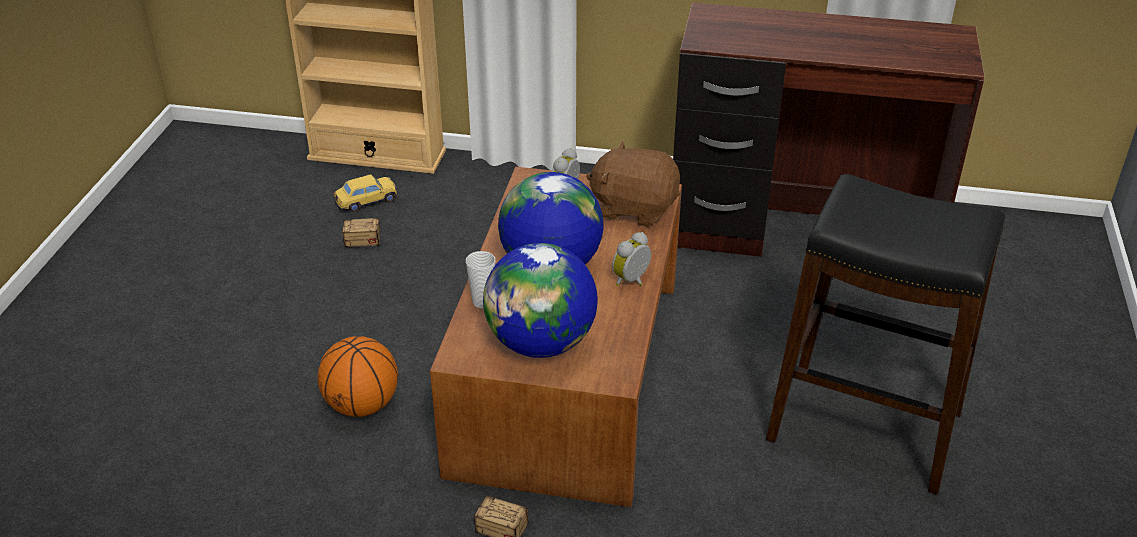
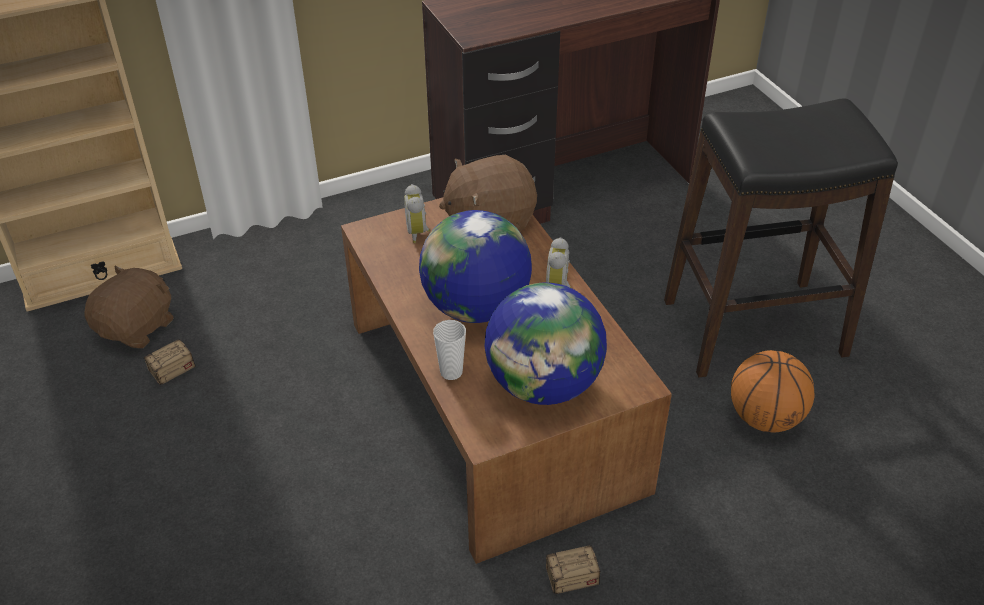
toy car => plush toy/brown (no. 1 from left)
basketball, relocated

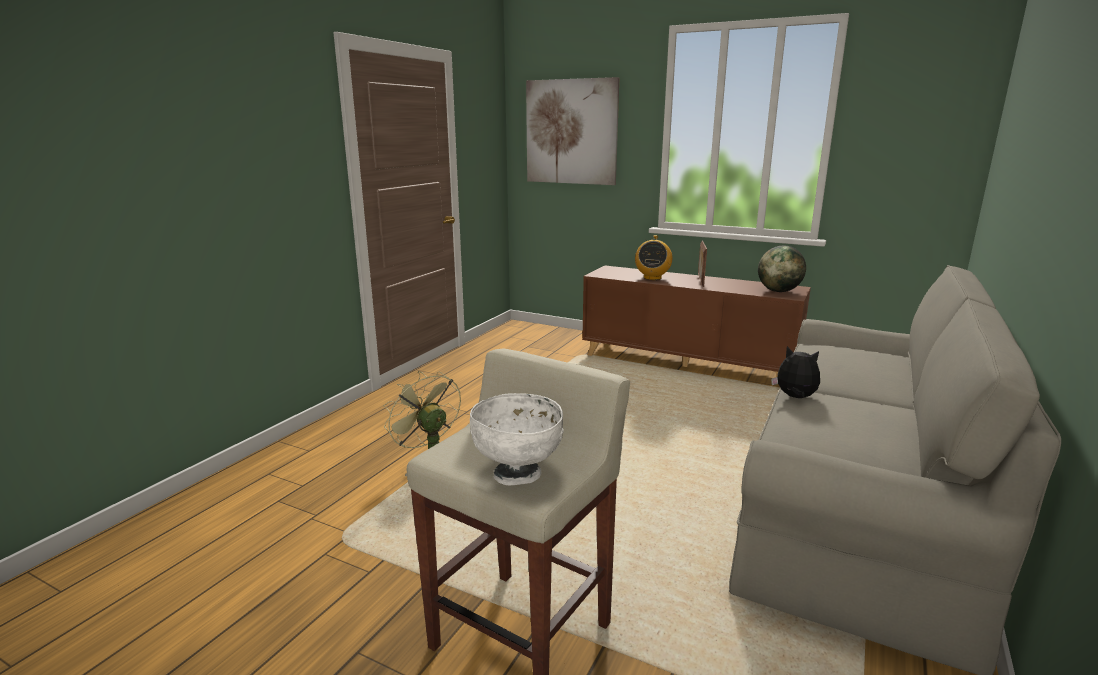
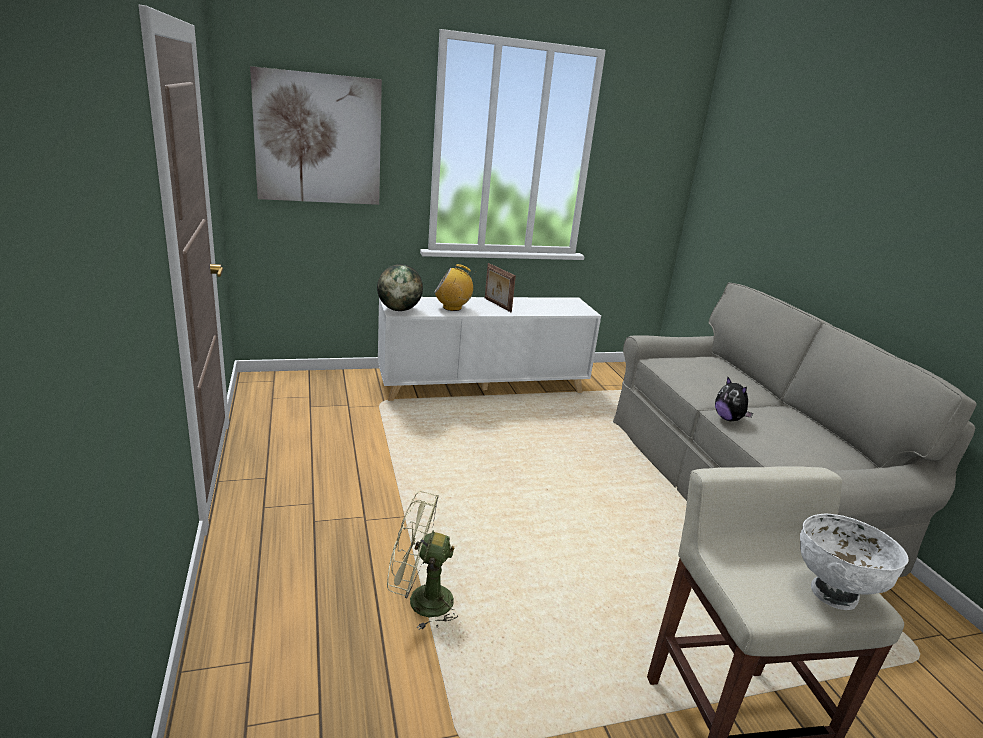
globe, relocated
cabinet/brown => cabinet/white
radio, 120 degrees clockwise
plush toy, 105 degrees counterclockwise

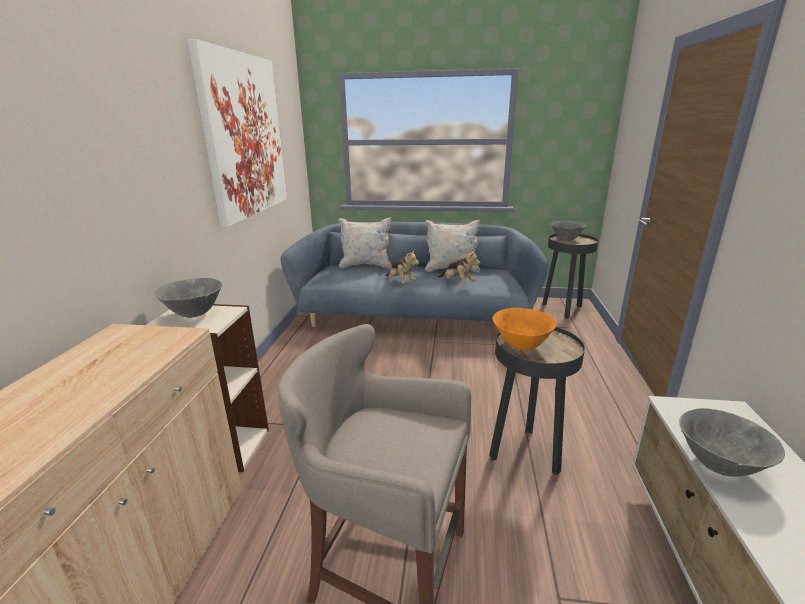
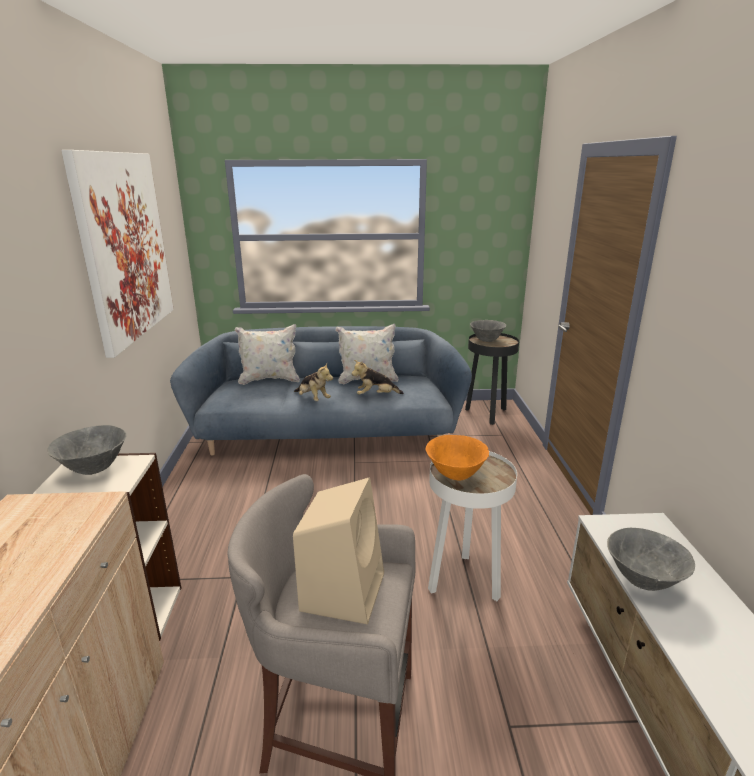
nothing => speaker/beige
plush toy (no. 2 from left), 135 degrees clockwise
side table/black (no. 1 from left) => side table/white

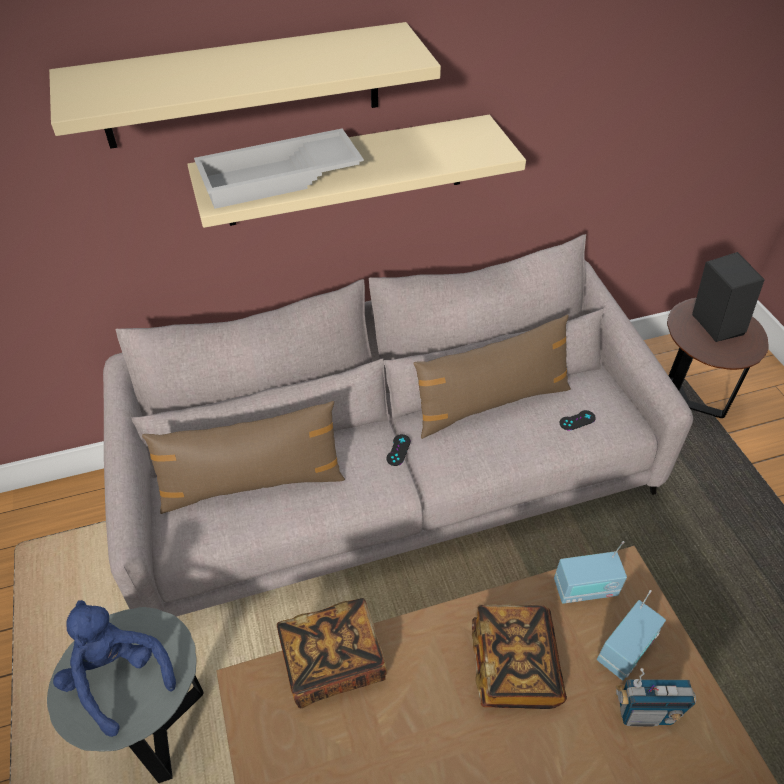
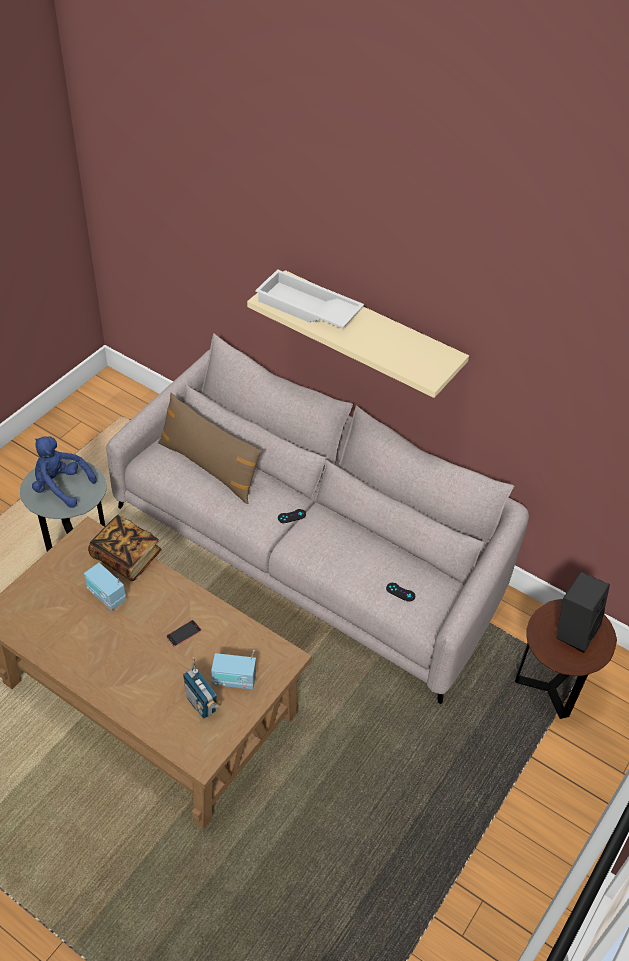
plush toy/blue, 75 degrees counterclockwise
radio (no. 1 from left), relocated
book (no. 2 from left) => phone
shelf/beige (no. 1 from left) => nothing
pillow/brown (no. 2 from left) => nothing

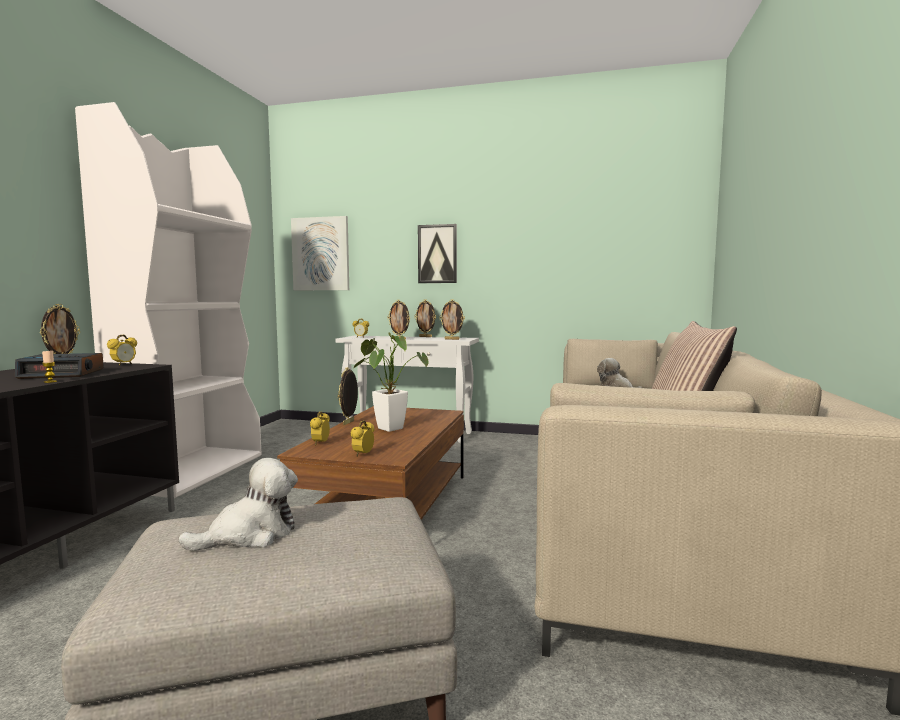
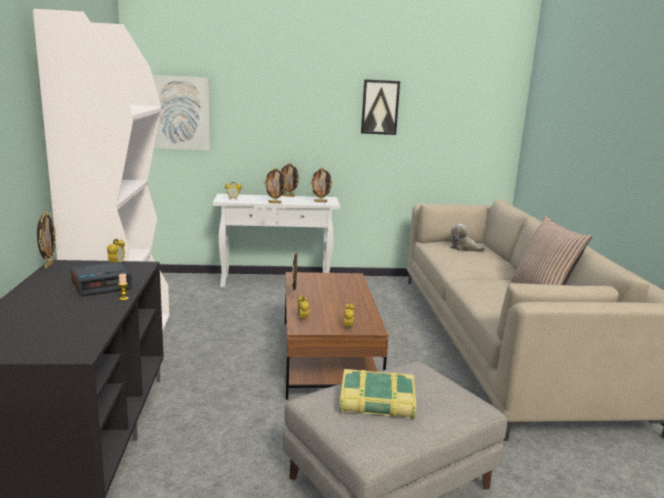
plush toy (no. 1 from left) => book
picture (no. 2 from left), relocated
potted plant => nothing

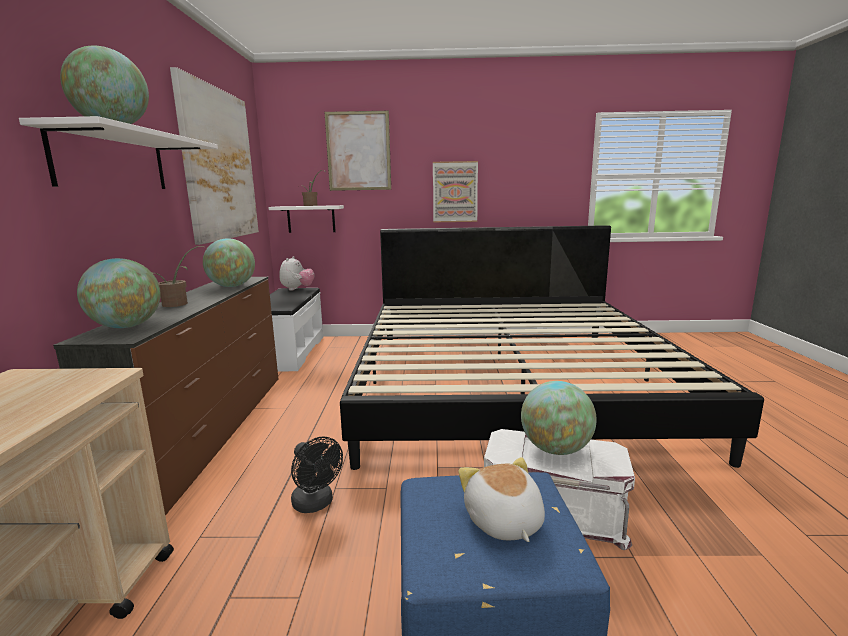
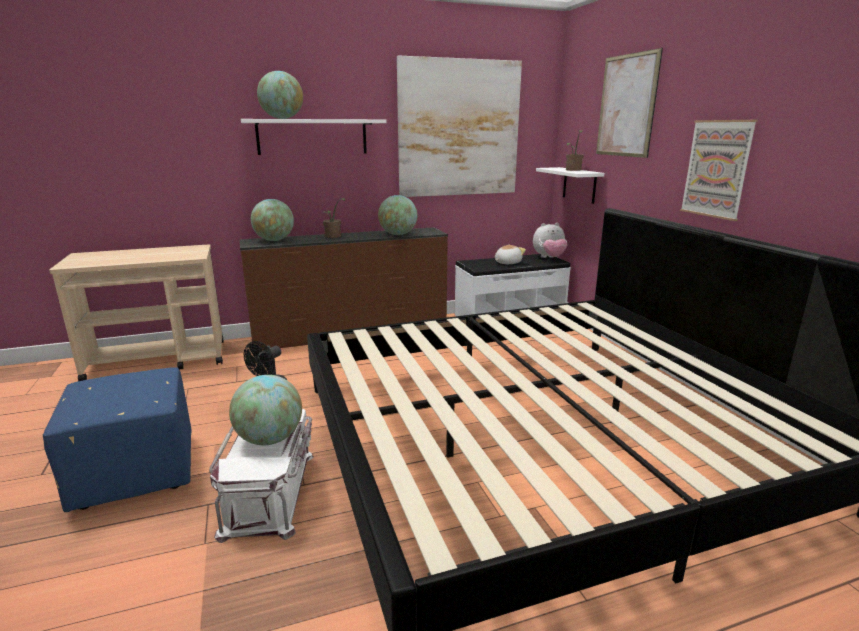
plush toy (no. 2 from left in the first image) => plush toy (no. 1 from left), relocated

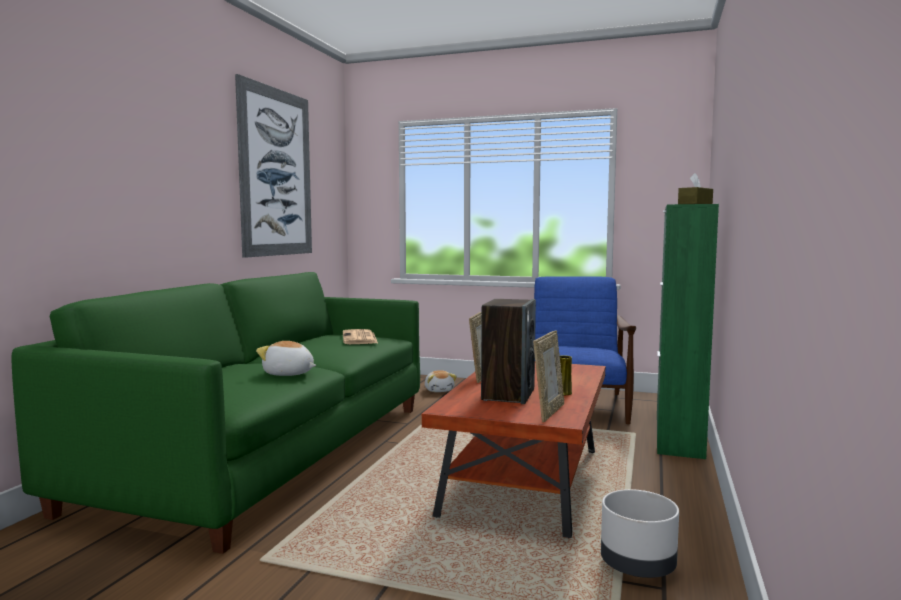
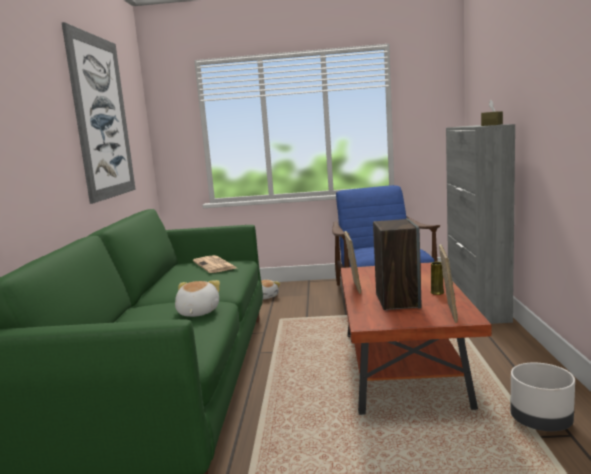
plush toy (no. 1 from left), 90 degrees clockwise
cabinet/green => cabinet/grey

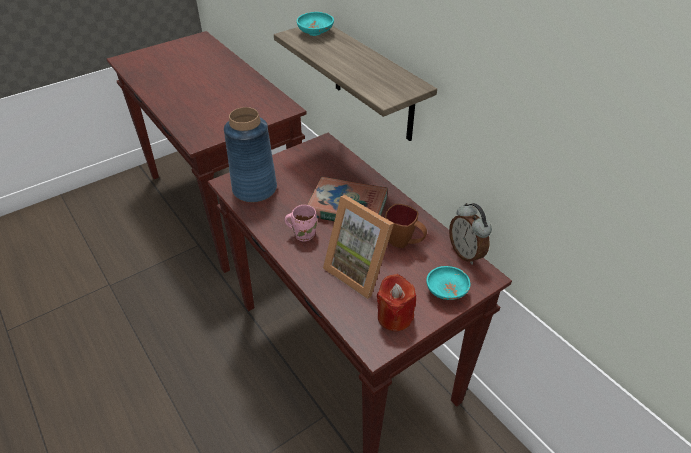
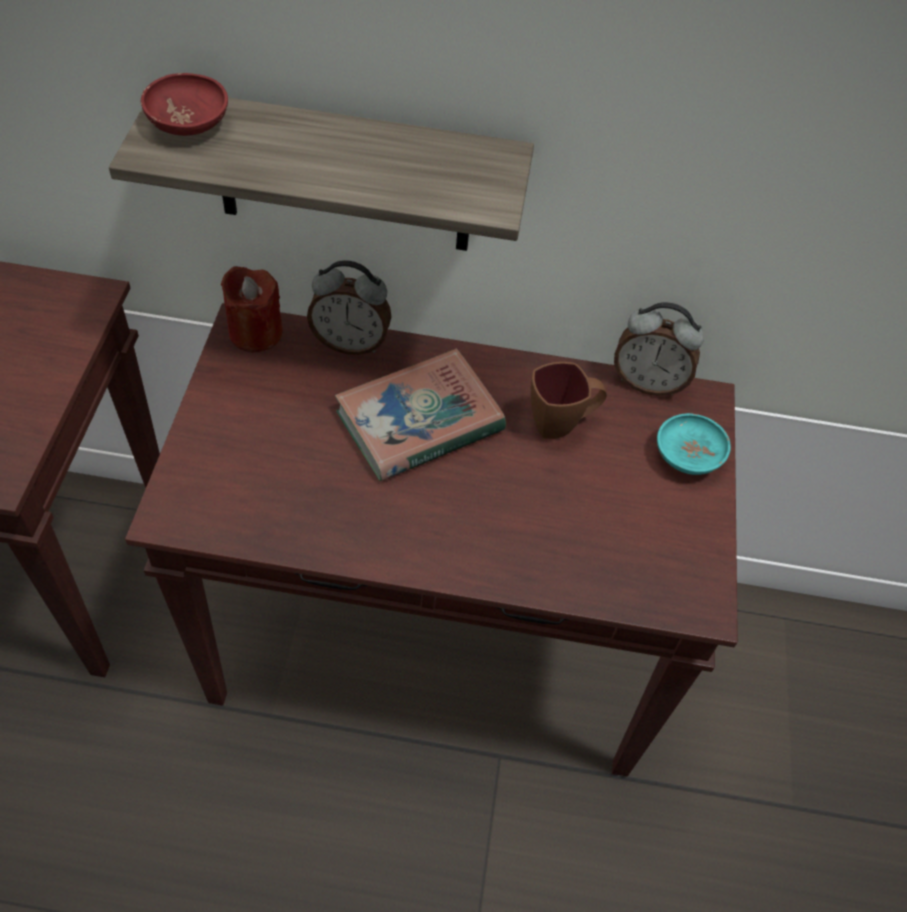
bowl/turquoise (no. 1 from left) => bowl/red
candle/red, relocated
nothing => alarm clock (no. 1 from left)
vase/blue => nothing
mug/pink => nothing
picture frame => nothing

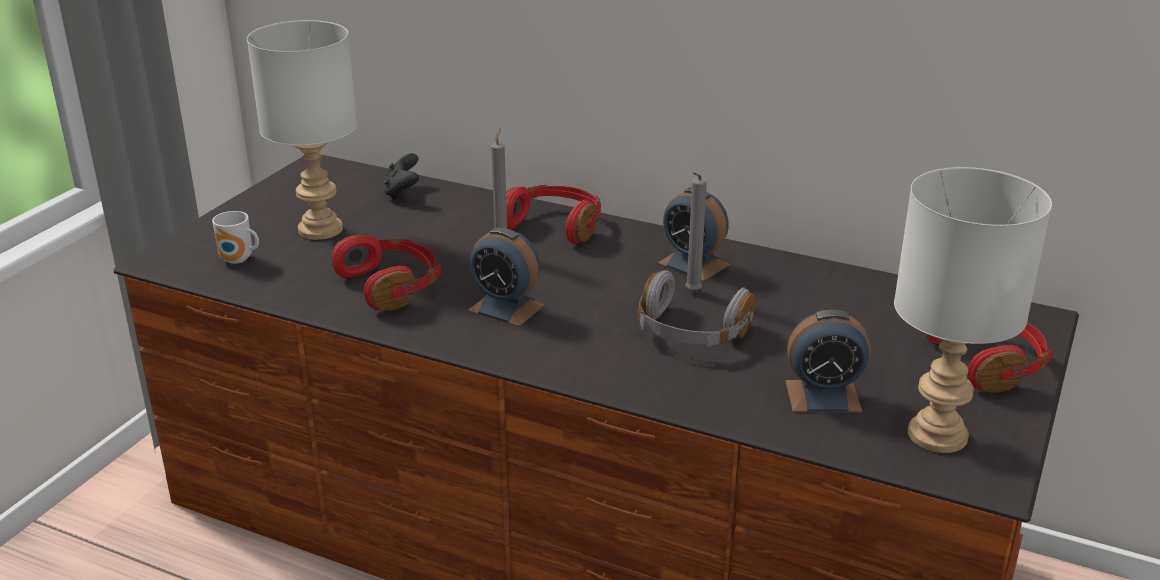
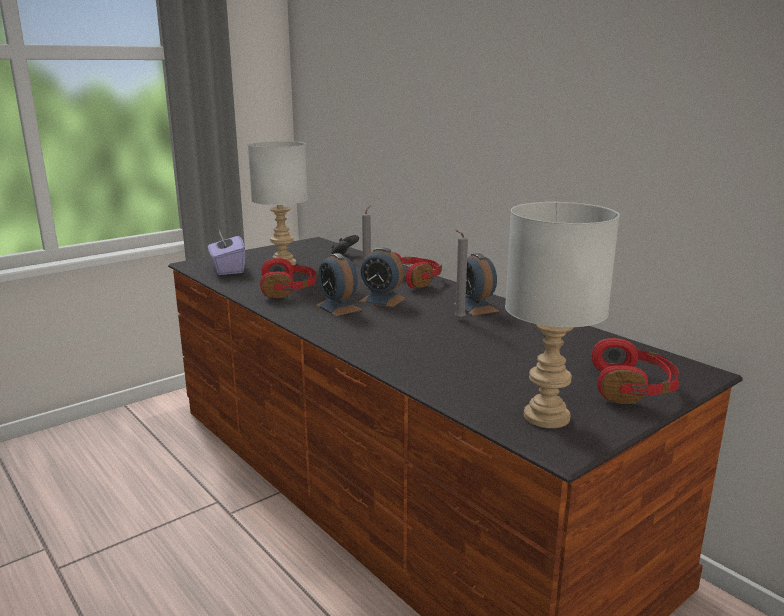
mug => tissue box/purple
alarm clock (no. 3 from left in the first image) => alarm clock (no. 2 from left), relocated
headphones/grey => nothing

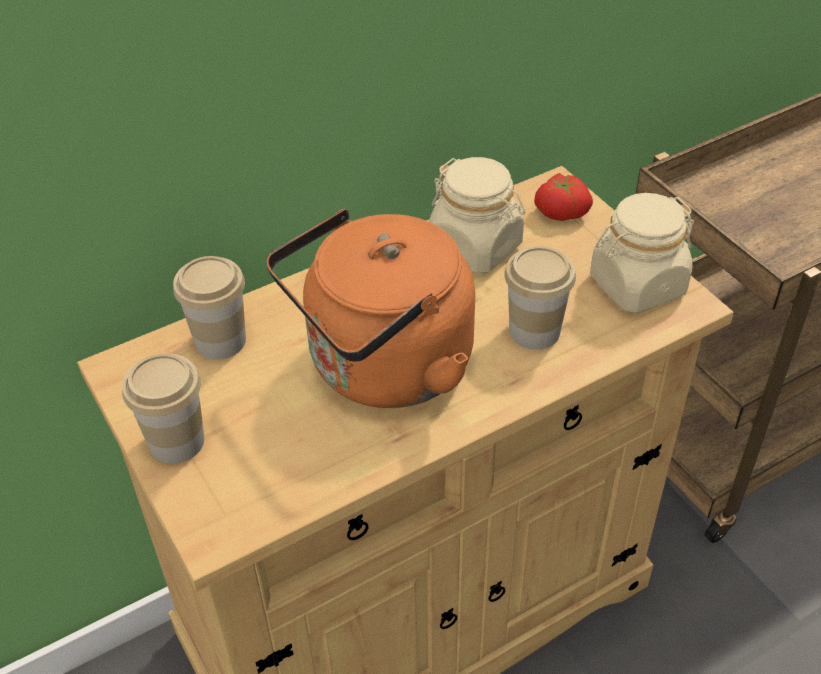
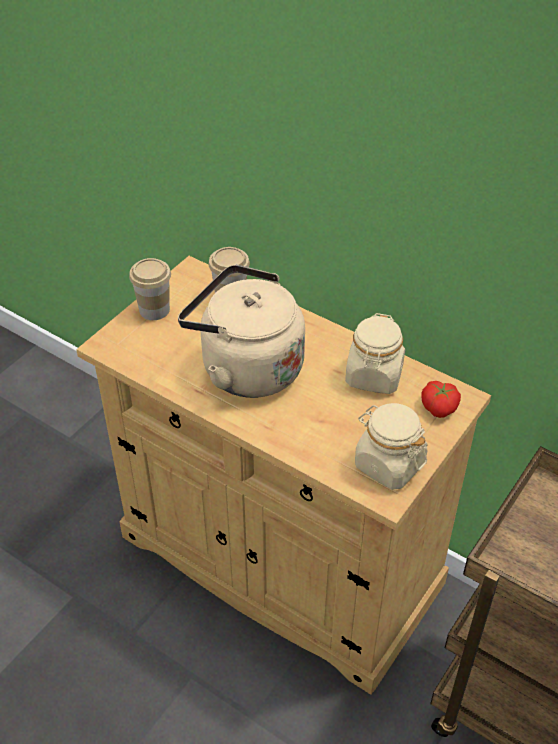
kettle/orange => kettle/beige
cup (no. 3 from left) => nothing

